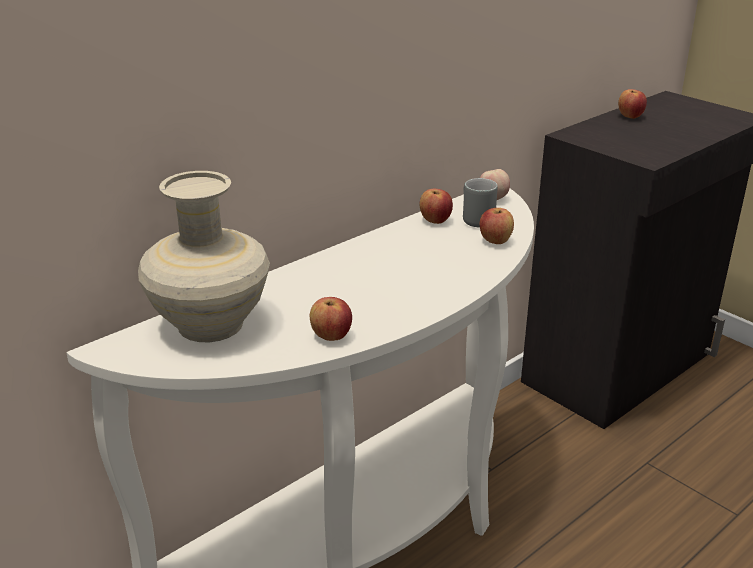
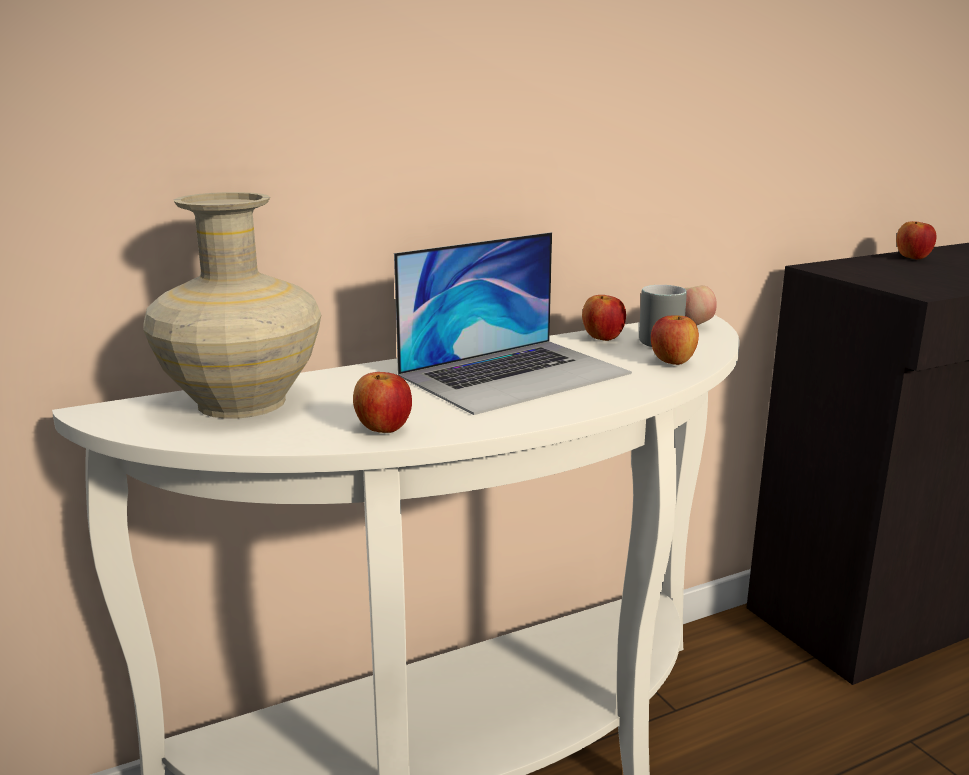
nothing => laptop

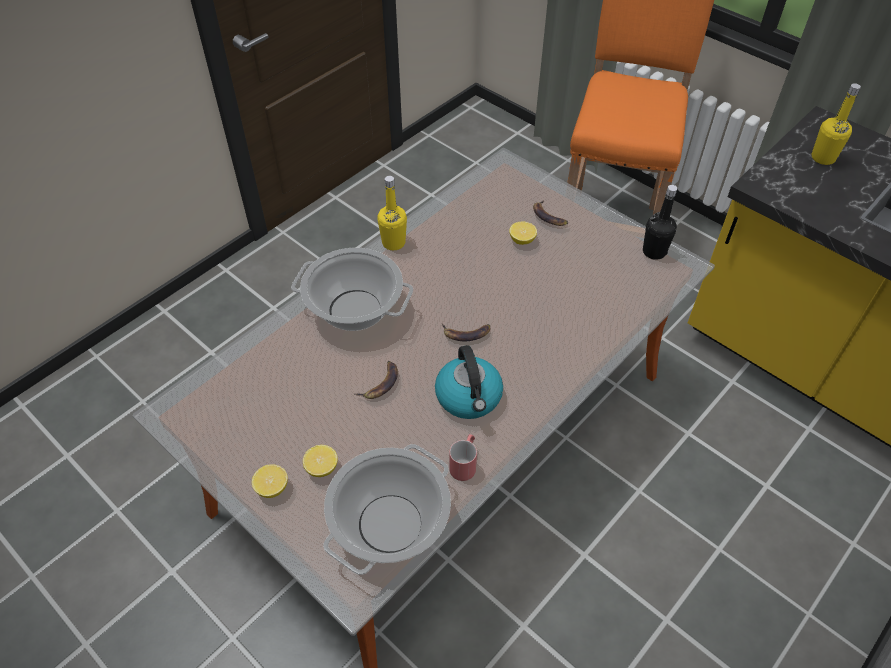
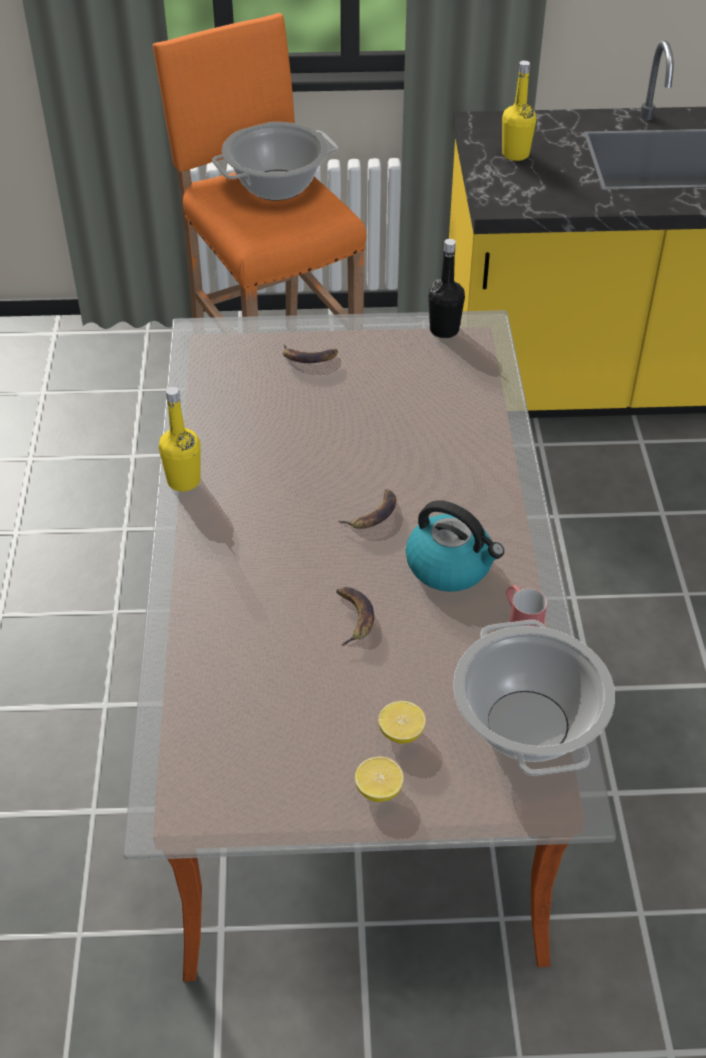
cooking pot (no. 1 from left), relocated
lemon (no. 3 from left) => nothing

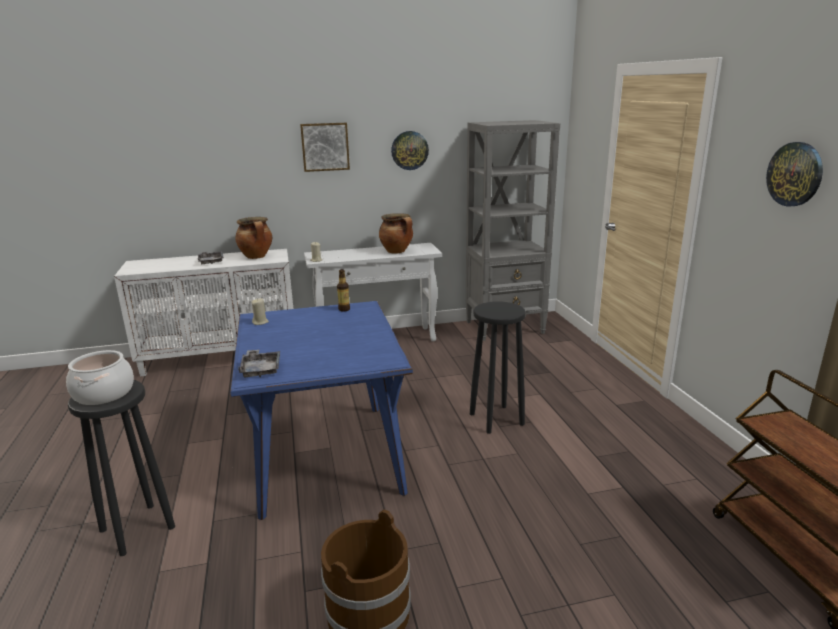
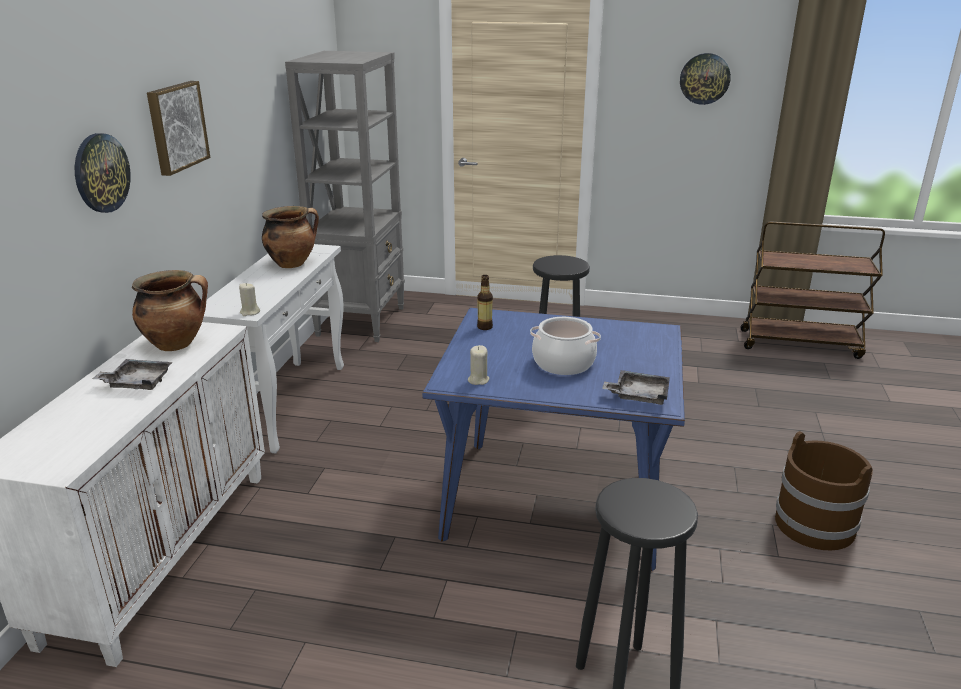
wall clock (no. 1 from left), relocated
cooking pot (no. 1 from left in the first image) => cooking pot (no. 3 from left), relocated

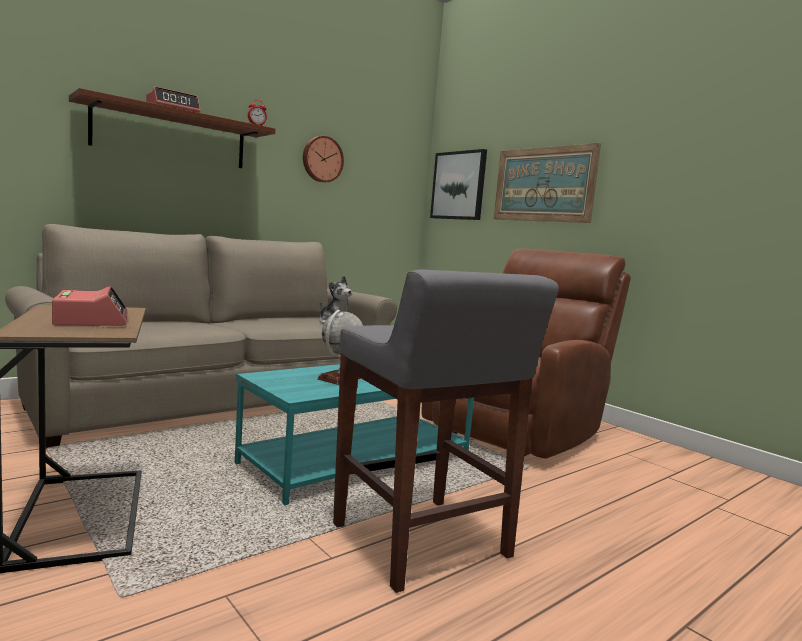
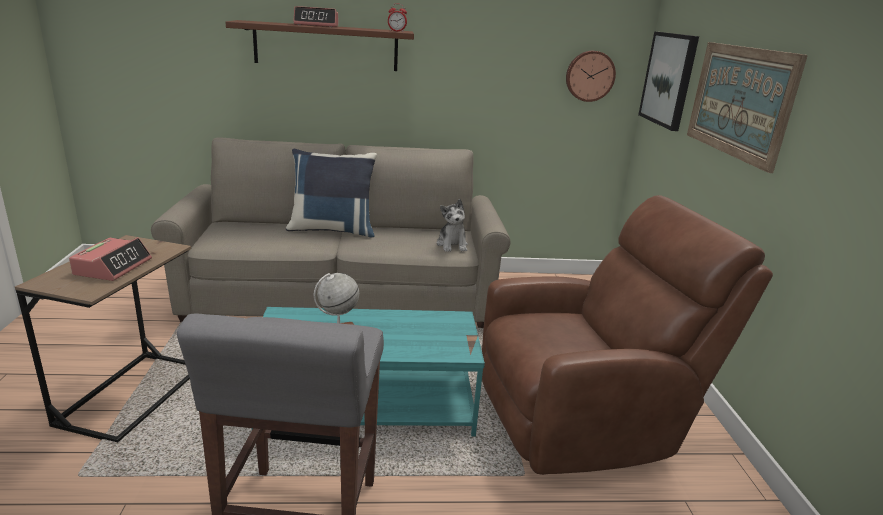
nothing => pillow/blue
wall clock, relocated

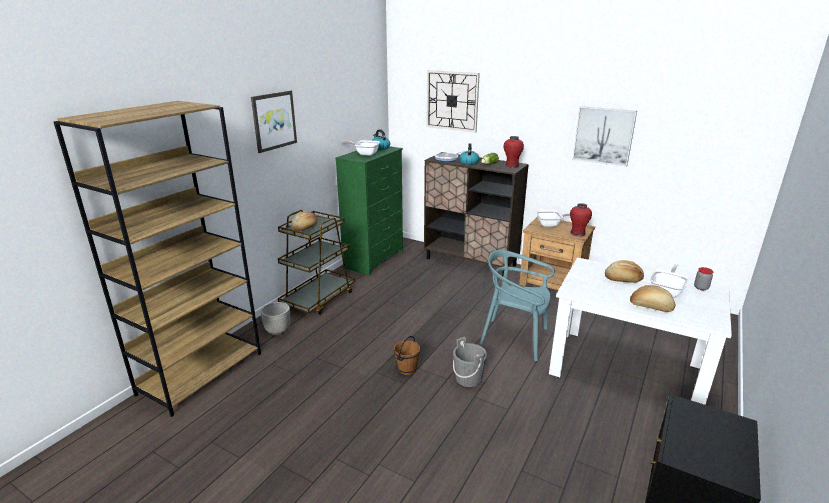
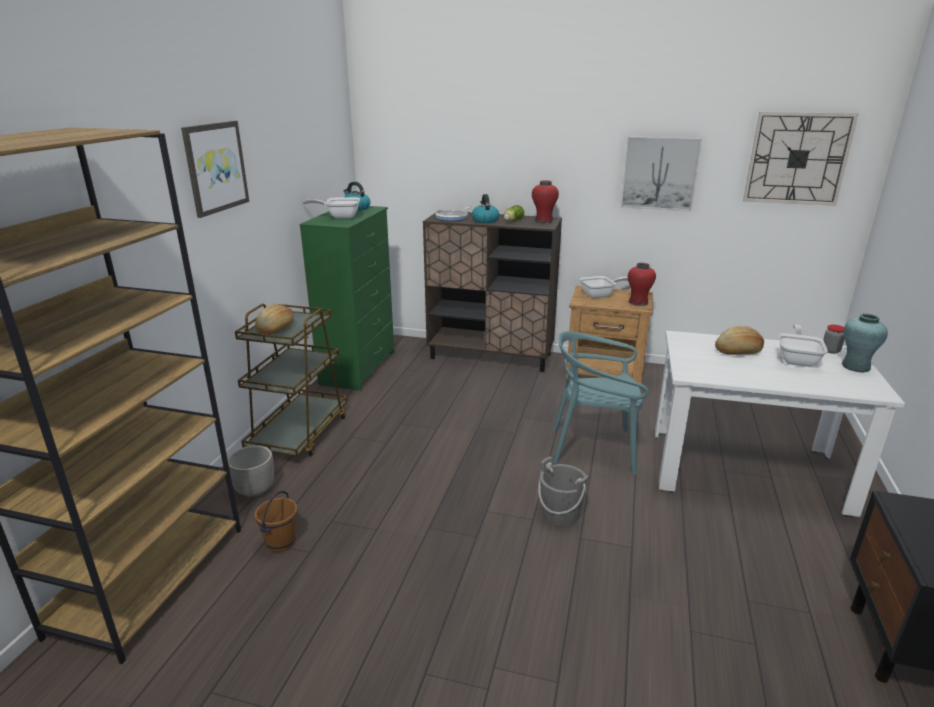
bucket/brown, relocated
wall clock, relocated
nothing => vase/turquoise
bread (no. 3 from left) => nothing

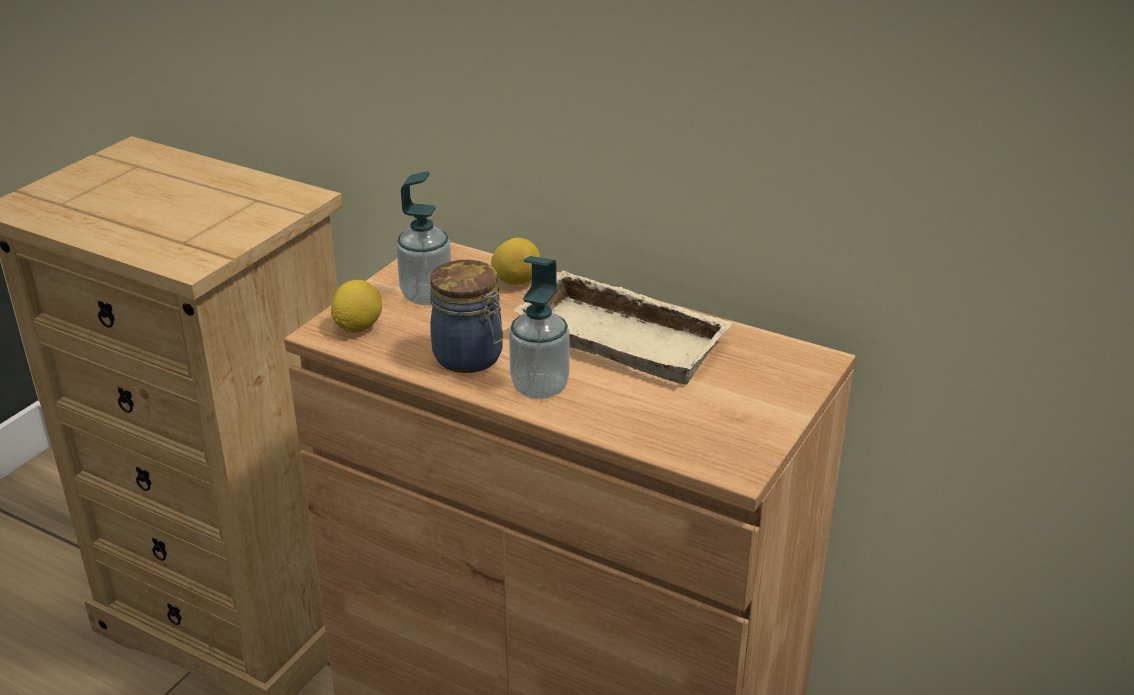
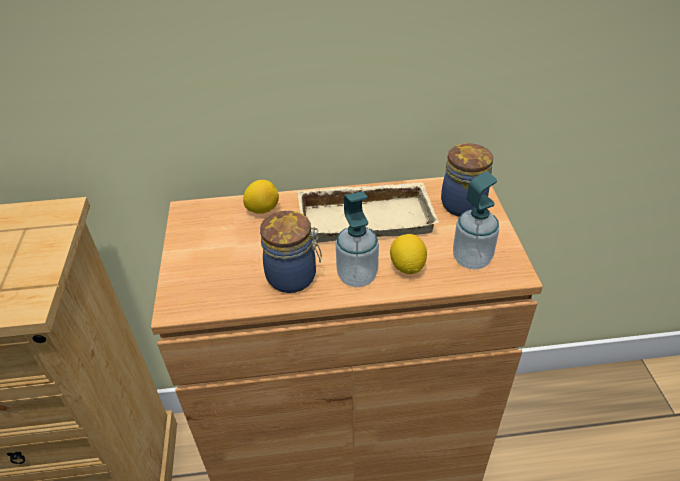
lemon (no. 1 from left in the first image) => lemon (no. 2 from left), relocated
nothing => jar (no. 2 from left)
soap dispenser (no. 1 from left in the first image) => soap dispenser (no. 2 from left), relocated

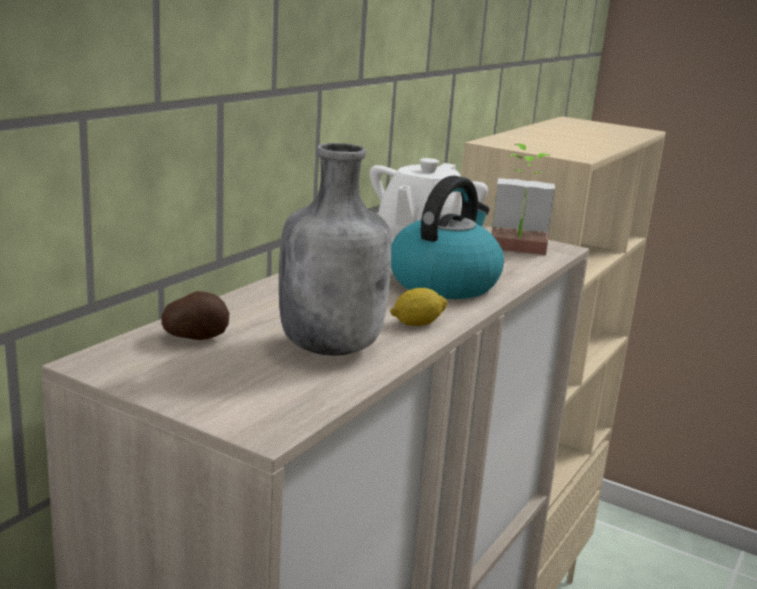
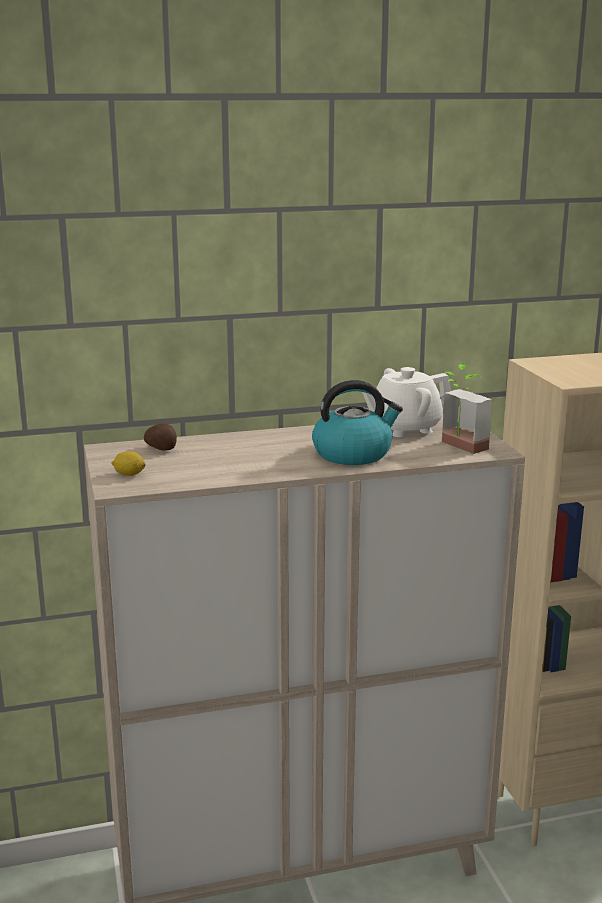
lemon, relocated
bottle/grey => nothing

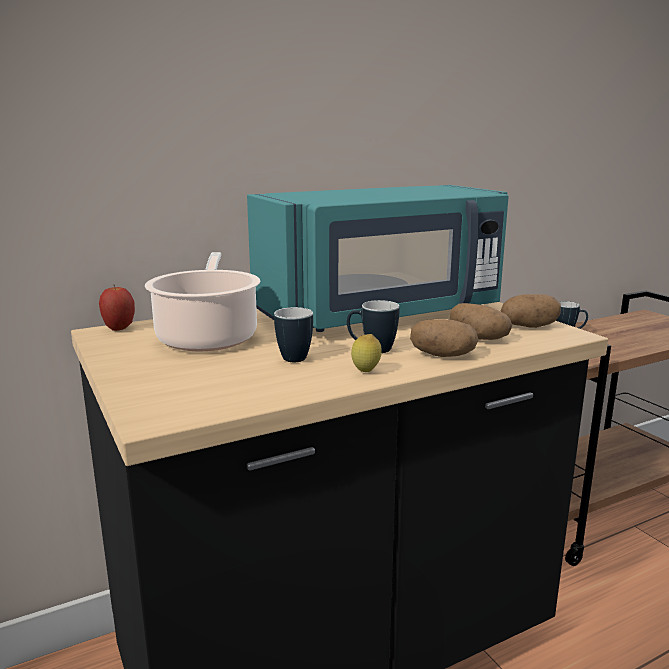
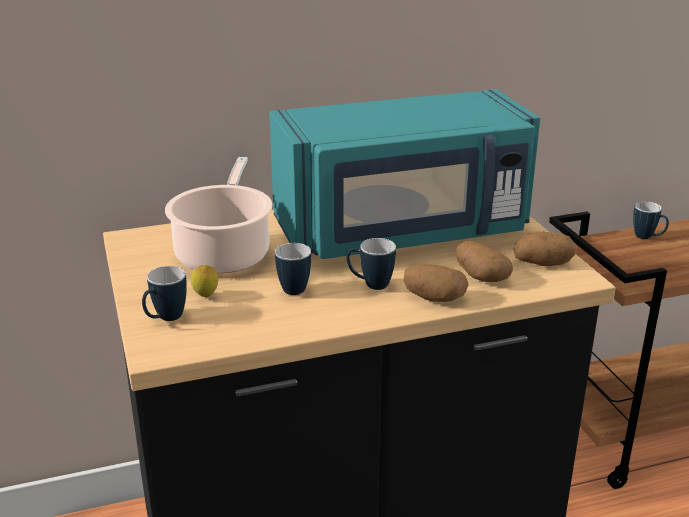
nothing => mug (no. 1 from left)
lemon, relocated
apple => nothing

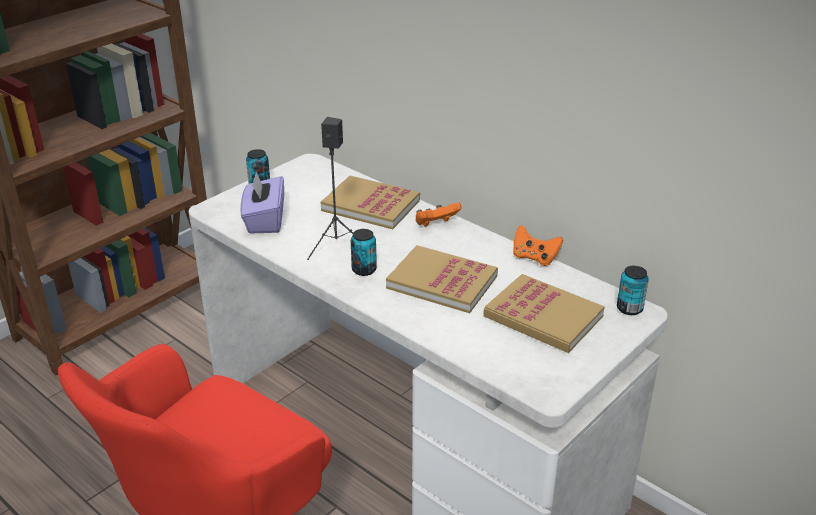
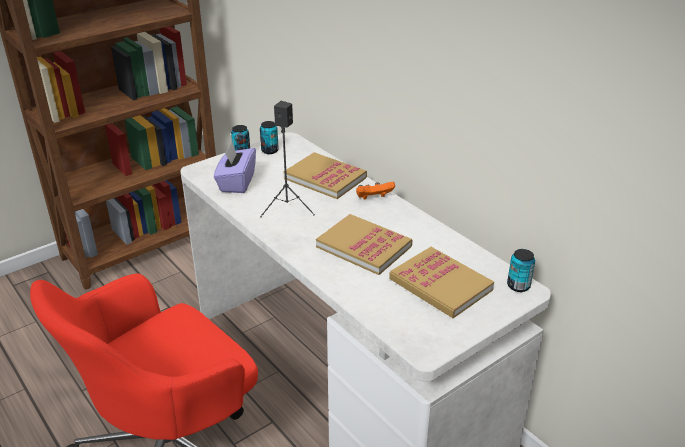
can (no. 2 from left), relocated
game controller/orange (no. 2 from left) => nothing

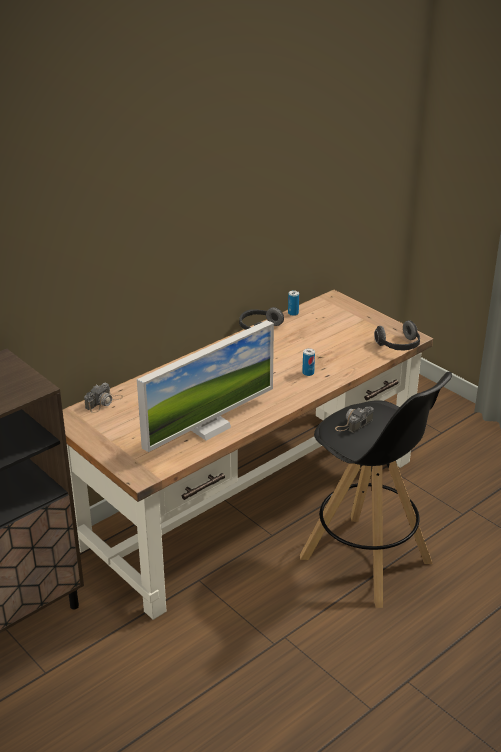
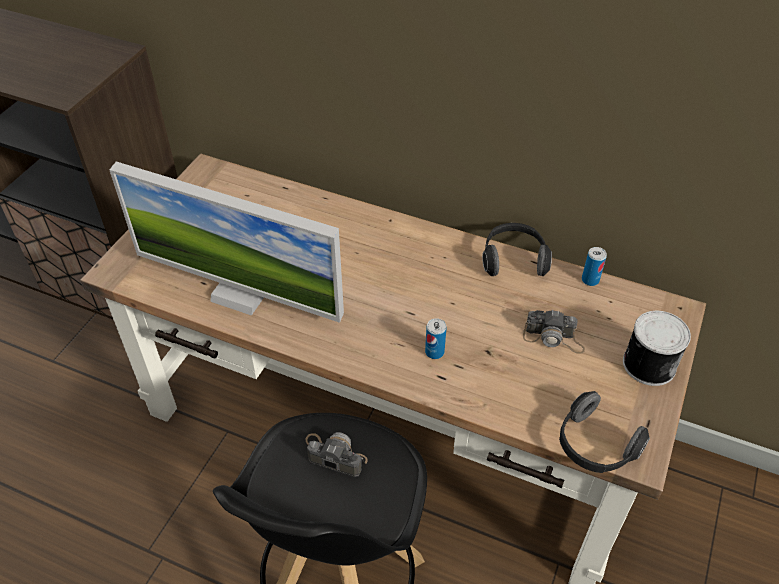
photo camera (no. 1 from left in the first image) => photo camera (no. 2 from left), relocated
nothing => can (no. 3 from left)

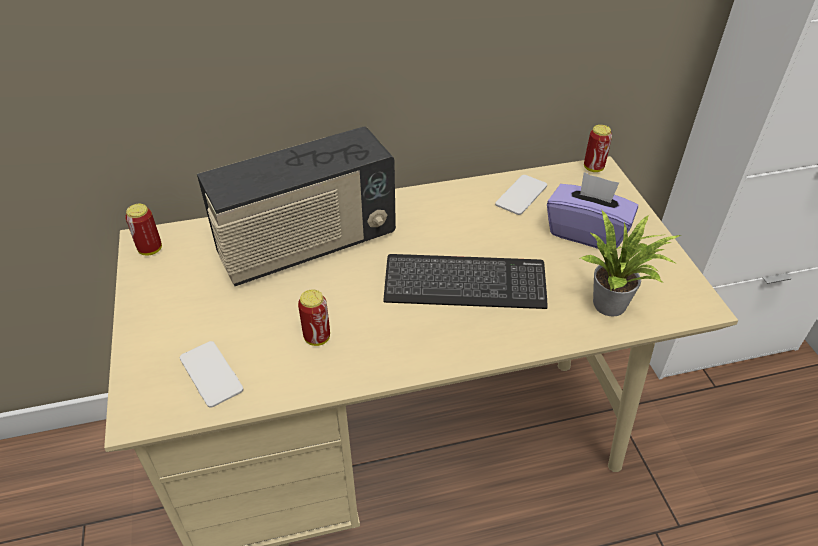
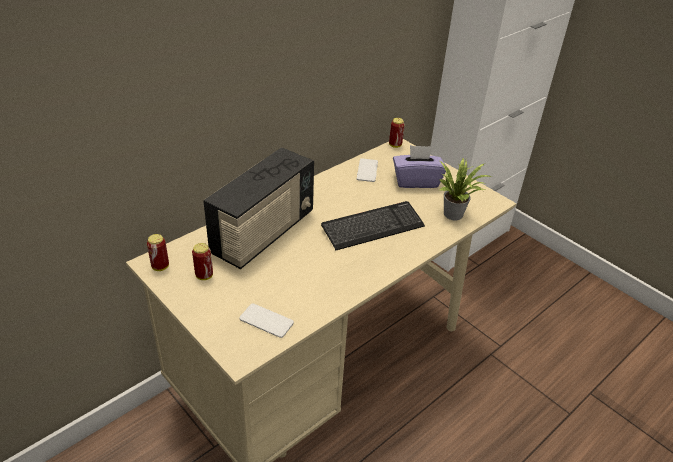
can (no. 2 from left), relocated

